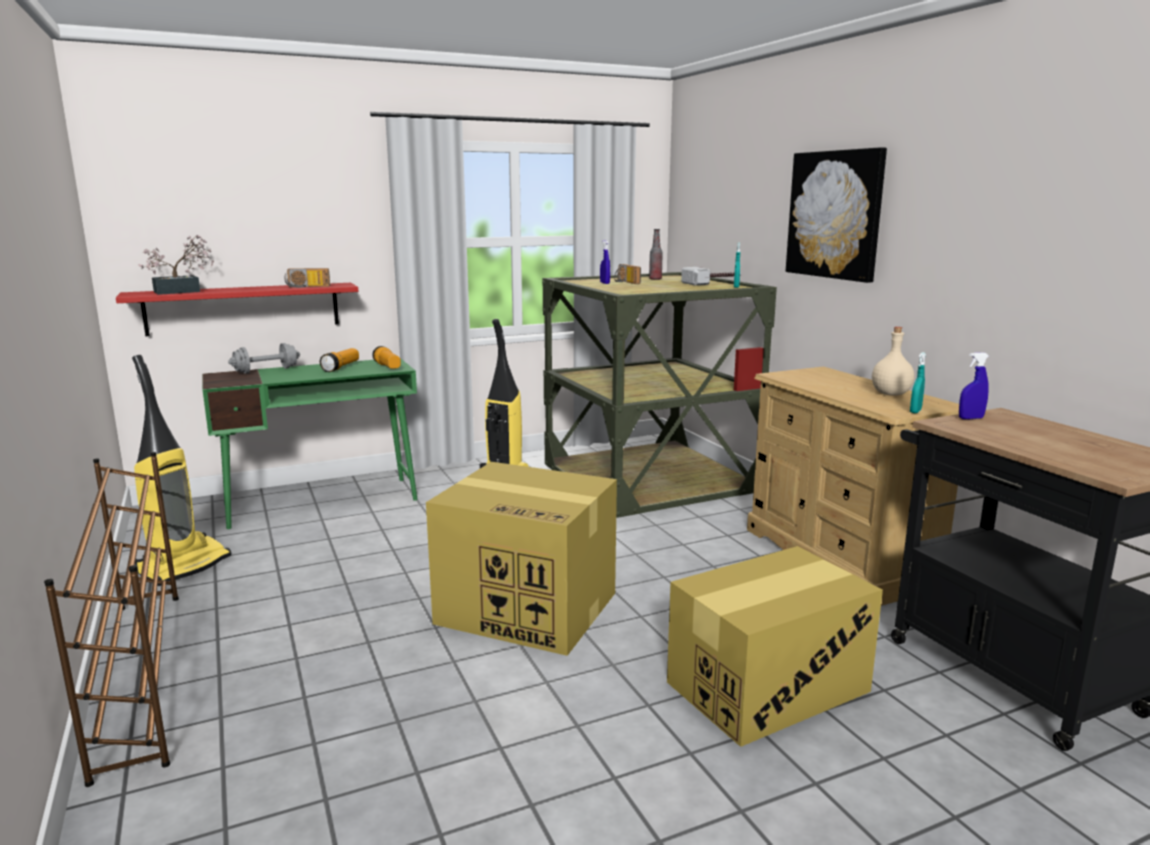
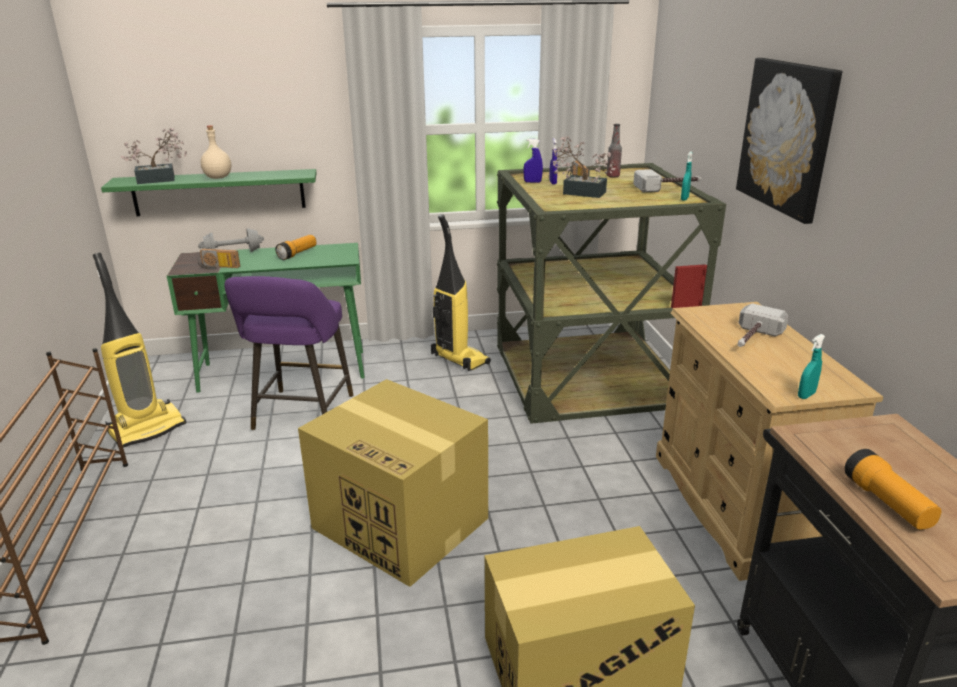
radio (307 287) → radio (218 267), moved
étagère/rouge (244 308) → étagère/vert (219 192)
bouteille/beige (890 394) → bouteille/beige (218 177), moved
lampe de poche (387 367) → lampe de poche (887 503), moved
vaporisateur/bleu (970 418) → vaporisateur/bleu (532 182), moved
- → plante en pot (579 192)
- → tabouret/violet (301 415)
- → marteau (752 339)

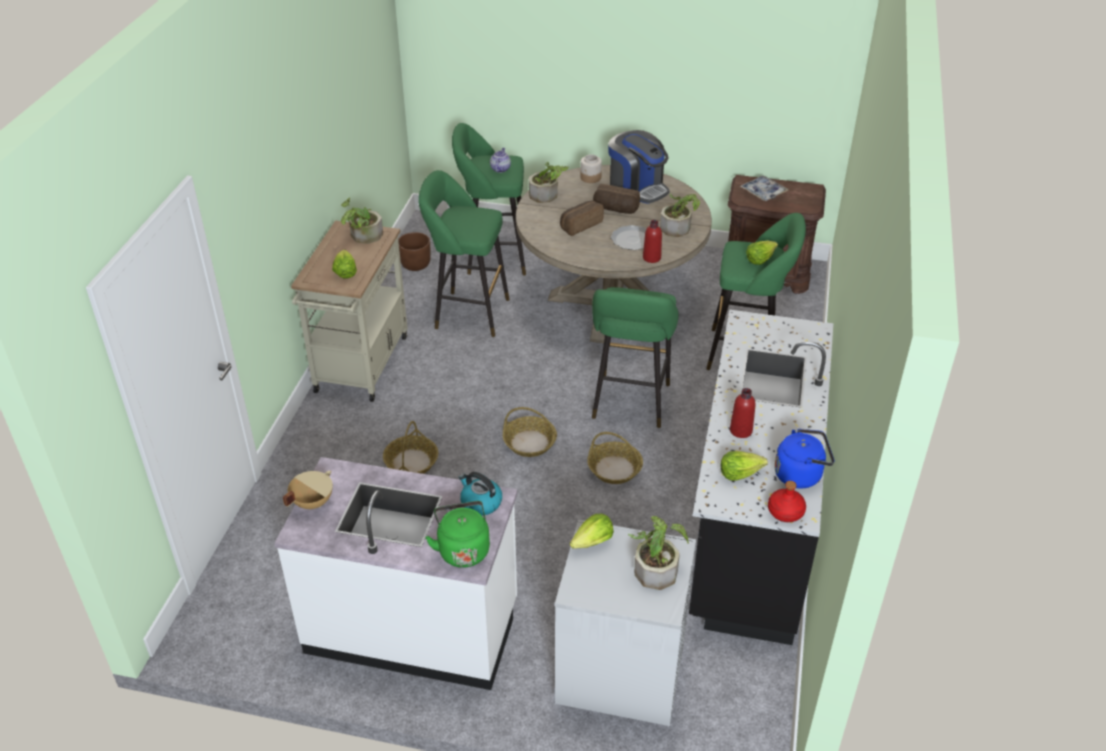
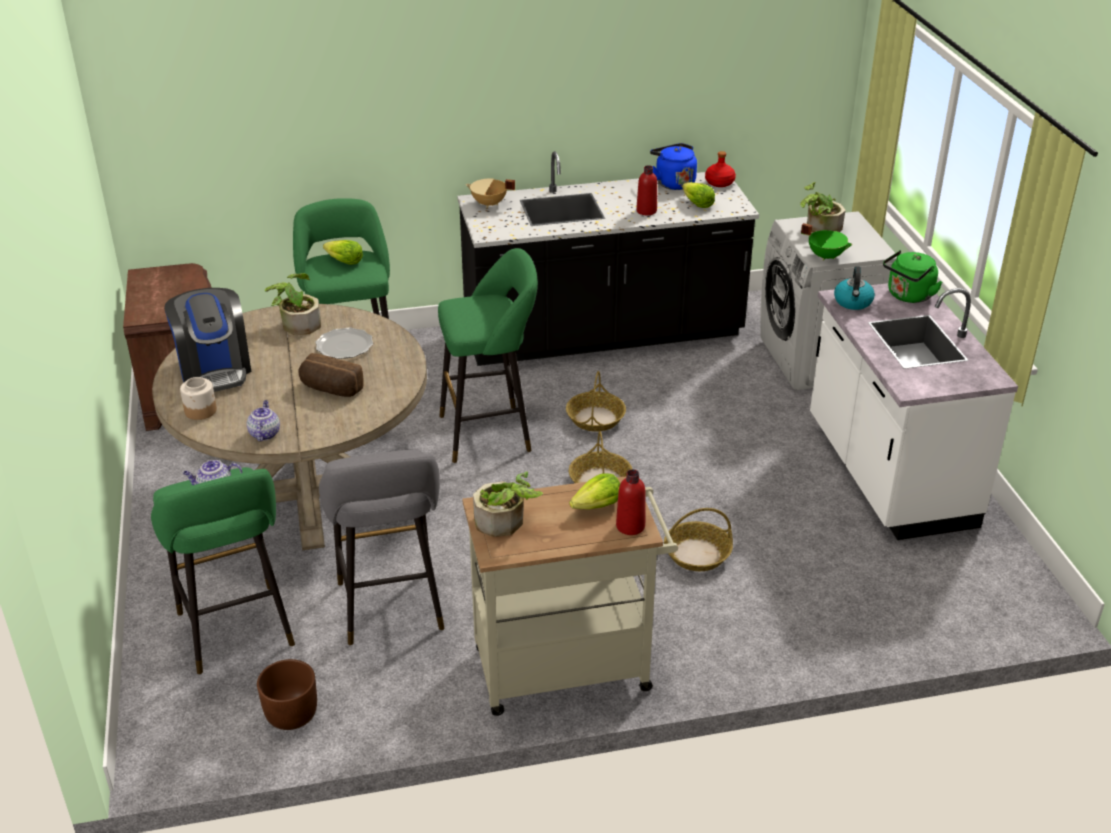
machine à café (637 188) → machine à café (215 369), 135 degrees clockwise
plante en pot (547 194) → théière (264 433)
tabouret/vert (467 313) → tabouret/gris (391 611)
plateau (763 192) → -
pain (615 209) → -
bouteille/rouge (651 258) → bouteille/rouge (630 526), moved
marmite/beige (312 502) → marmite/beige (489 204), moved
laitue (592 542) → marmite/vert (826 256)

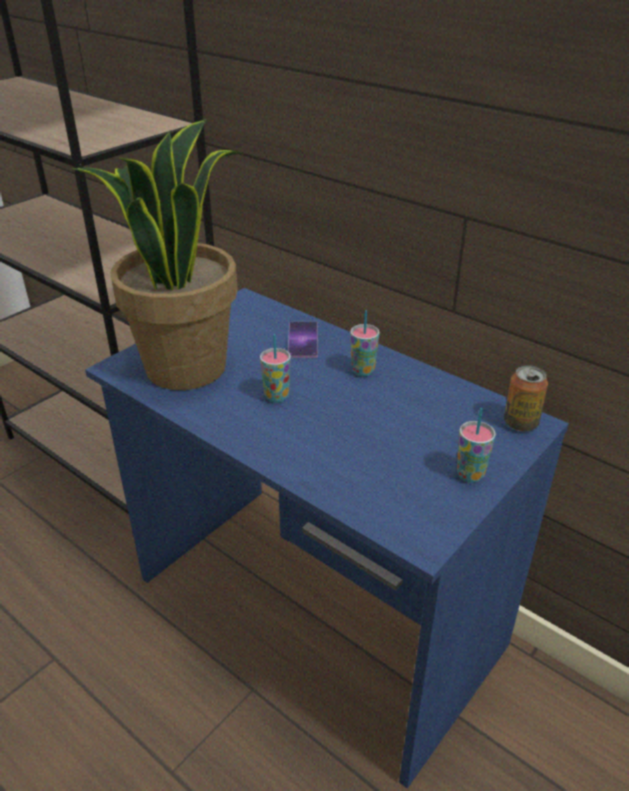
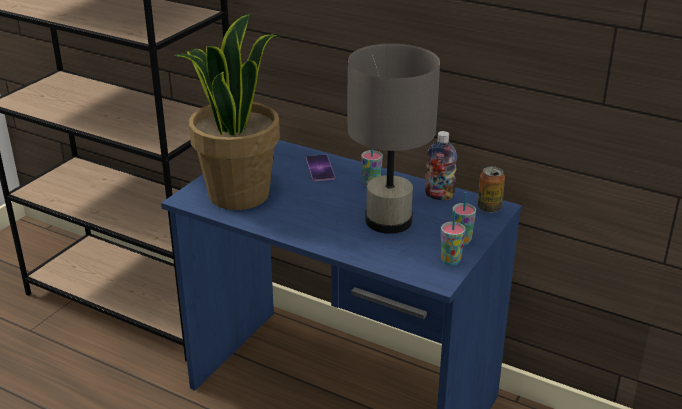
tasse (276 396) → tasse (450 261), moved
- → lampe de table/gris (389 220)
- → bouteille (439 196)

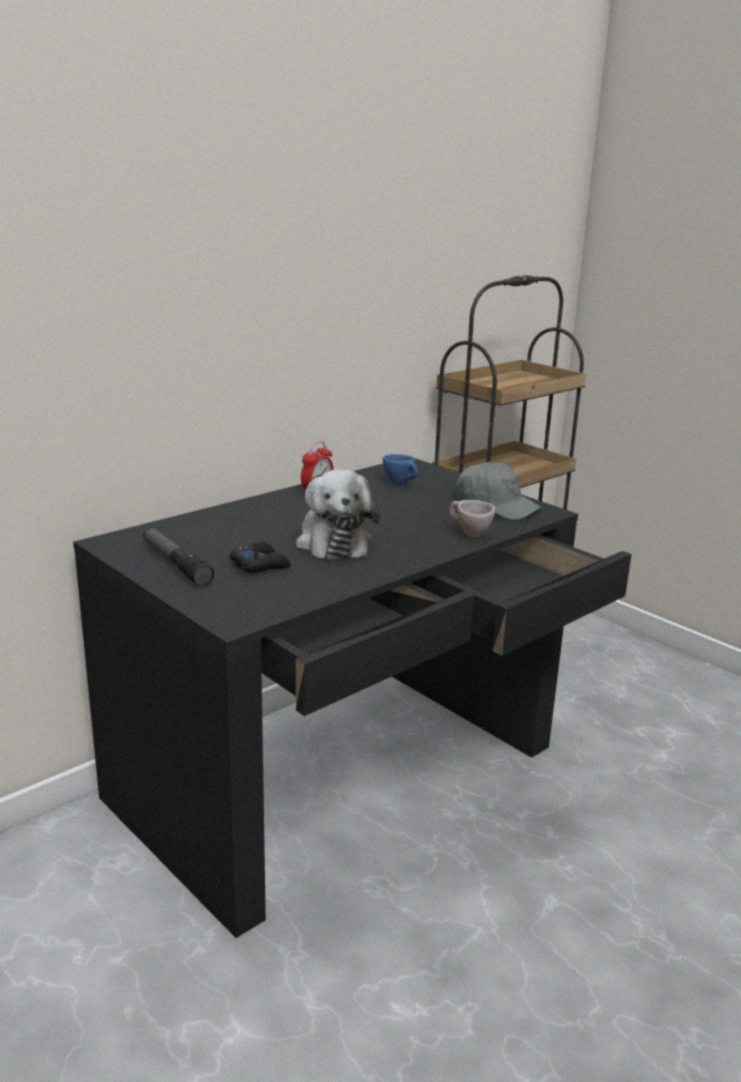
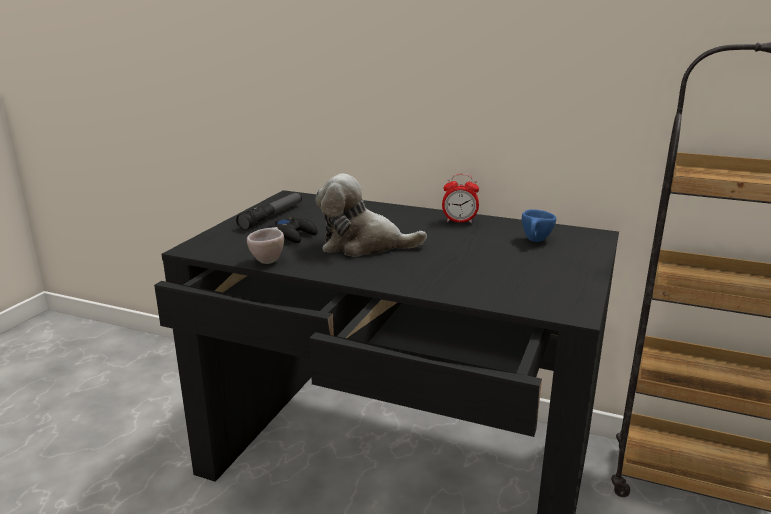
casquette/gris (496 505) → -
peluche (333 542) → peluche (363 245), 45 degrees clockwise
tasse/beige (468 533) → tasse/beige (269 259), moved

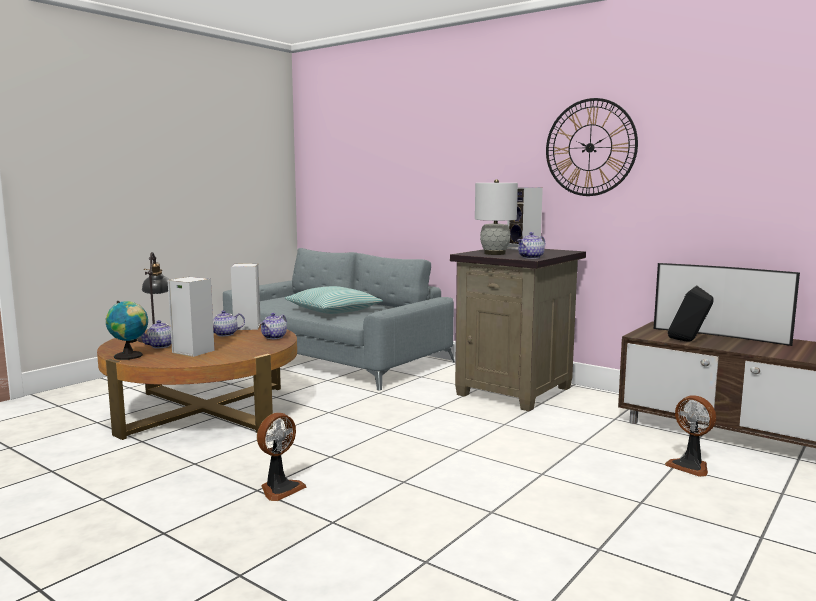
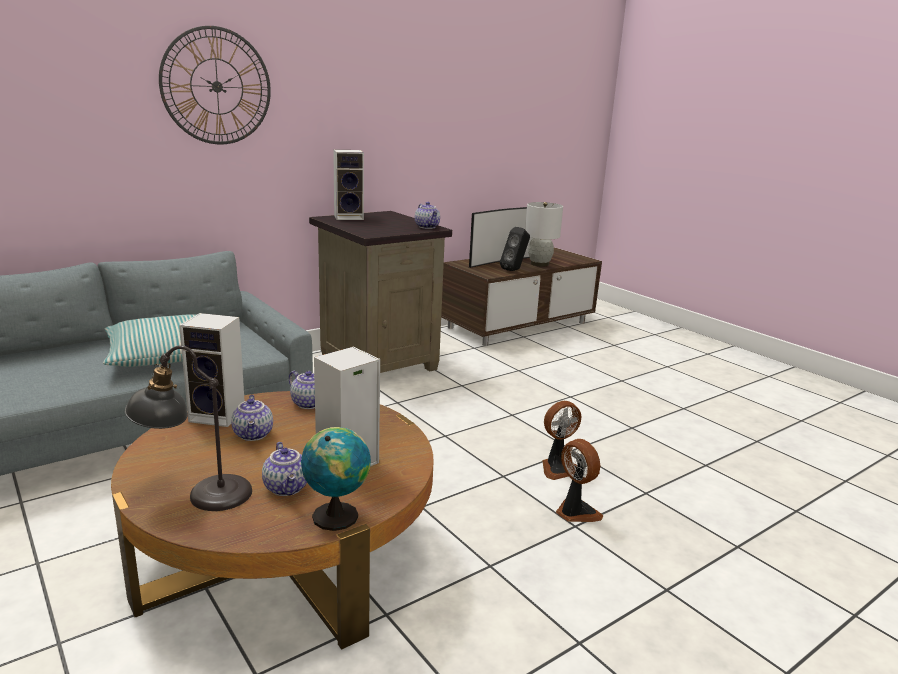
horloge murale (590 147) → horloge murale (217 86), moved
lampe de table/blanc (494 253) → lampe de table/blanc (539 264), moved
ventilateur (690 466) → ventilateur (558 468), moved

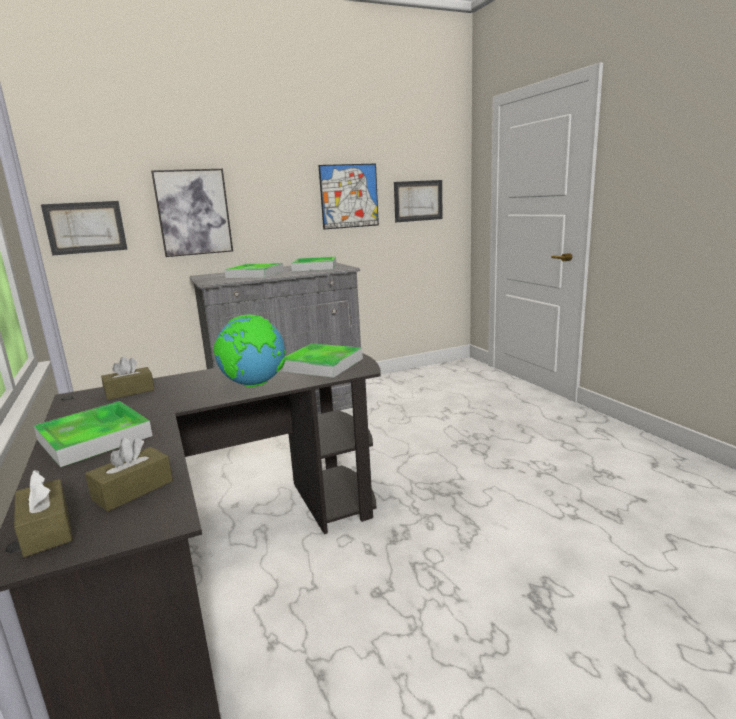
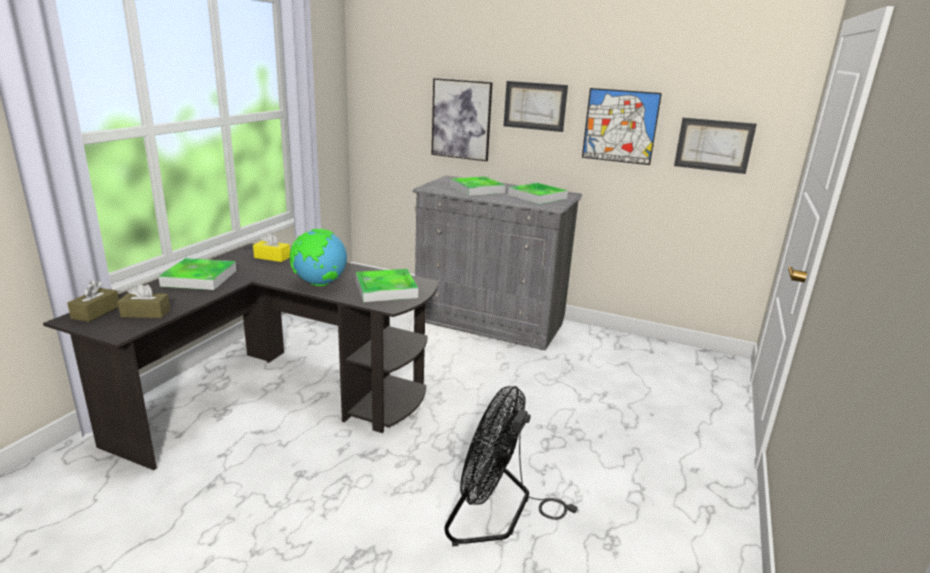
tableau (85 227) → tableau (535 106), moved
boîte à mouchoirs/marron (129 392) → boîte à mouchoirs/jaune (272 257)
- → ventilateur/noir (503 507)

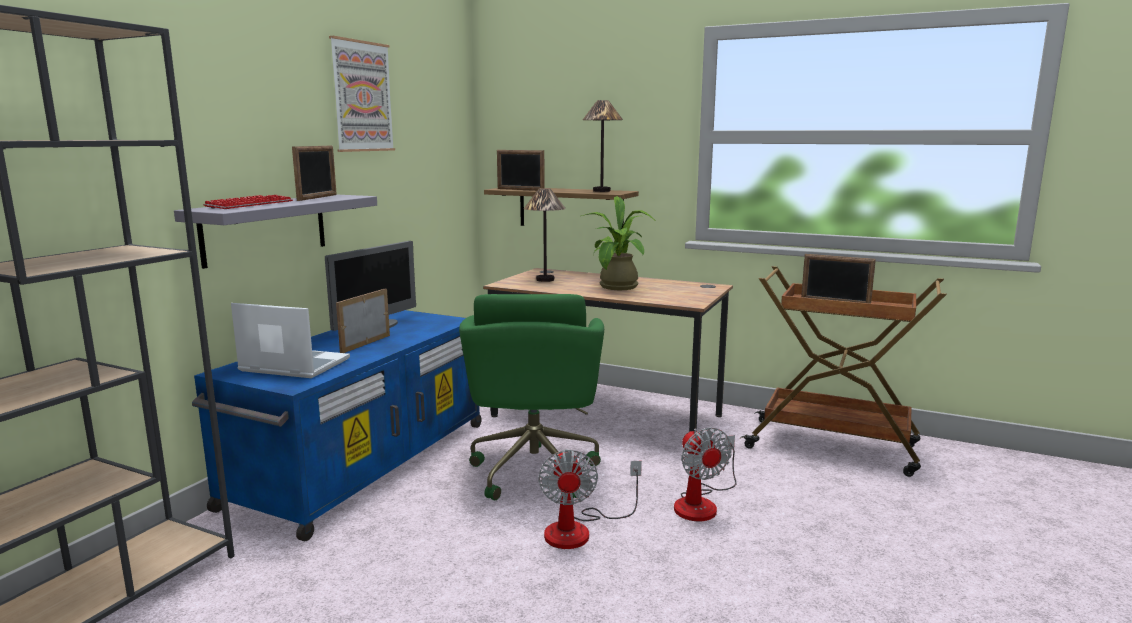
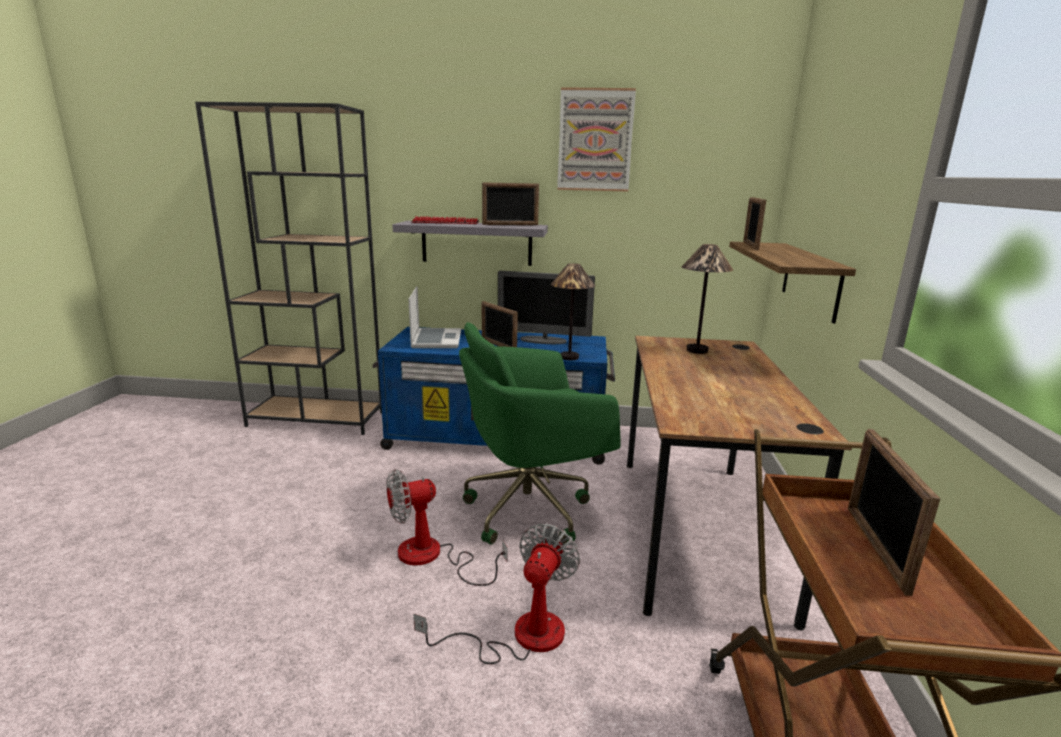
lampe de table (601 191) → lampe de table (569 357), moved
plante en pot (617 288) → -
cadre photo (365 344) → cadre photo (498 345), 135 degrees counterclockwise
ventilateur (702 503) → ventilateur (520 636), 150 degrees clockwise

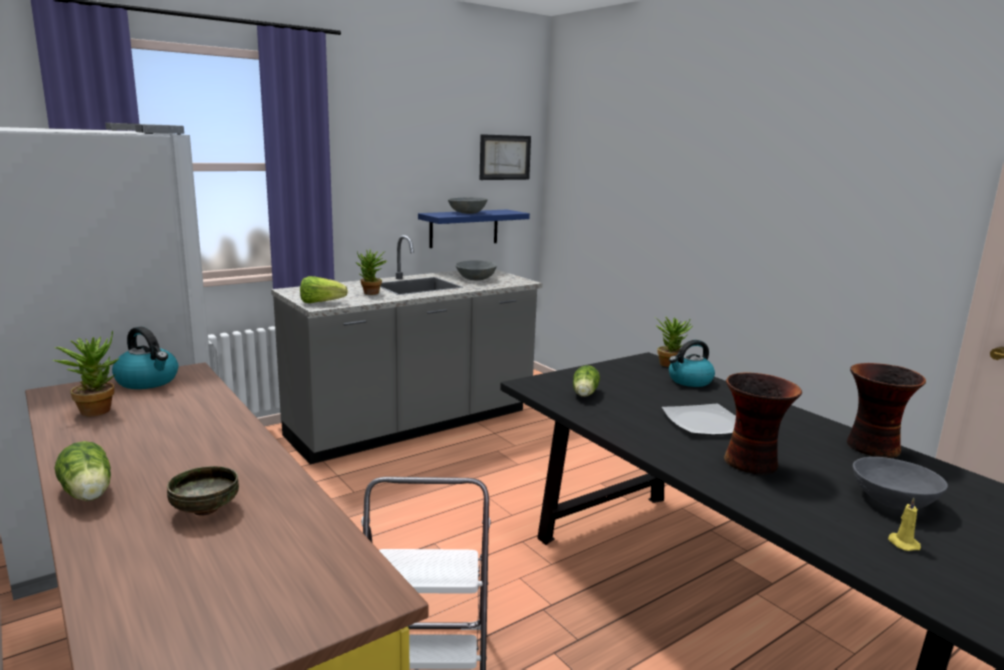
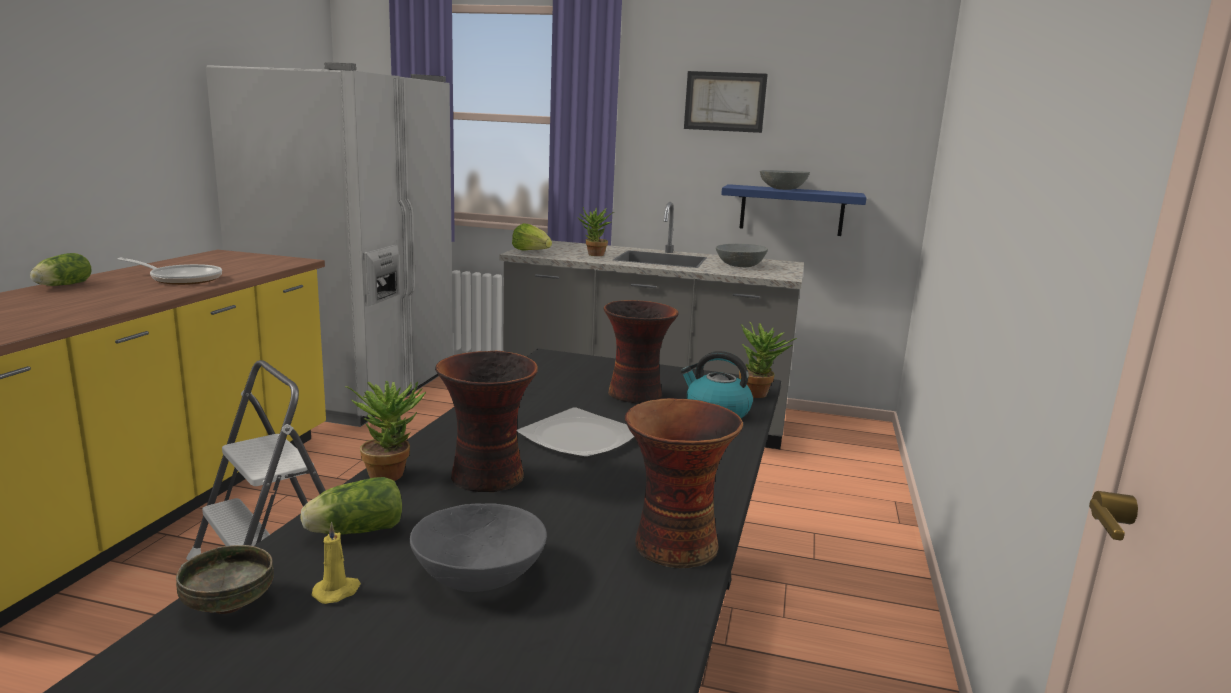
tableau (505 157) → tableau (725 101), moved
bouilloire (148 381) → -
plante en pot (95 409) → plante en pot (390 472), moved
laitue (584 394) → laitue (353 531), moved
bol (204 510) → bol (227 605), moved
- → poêle (182 279)
- → vase (637 395)

